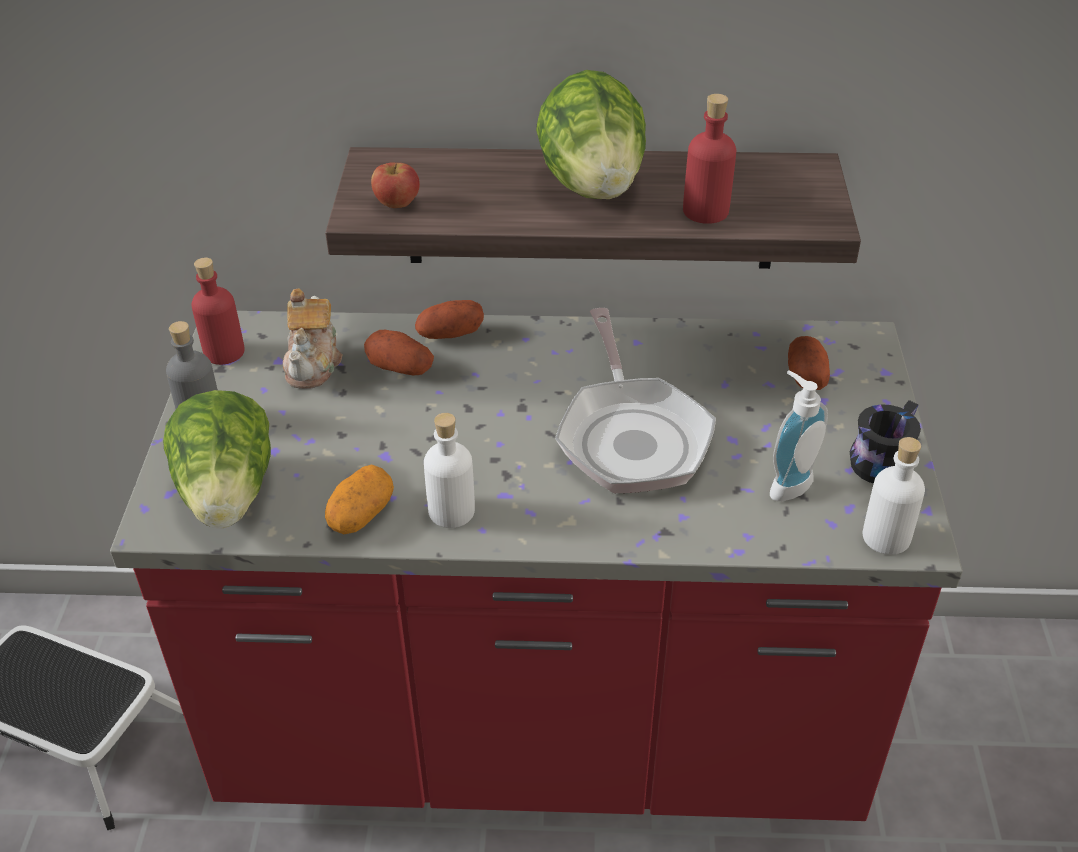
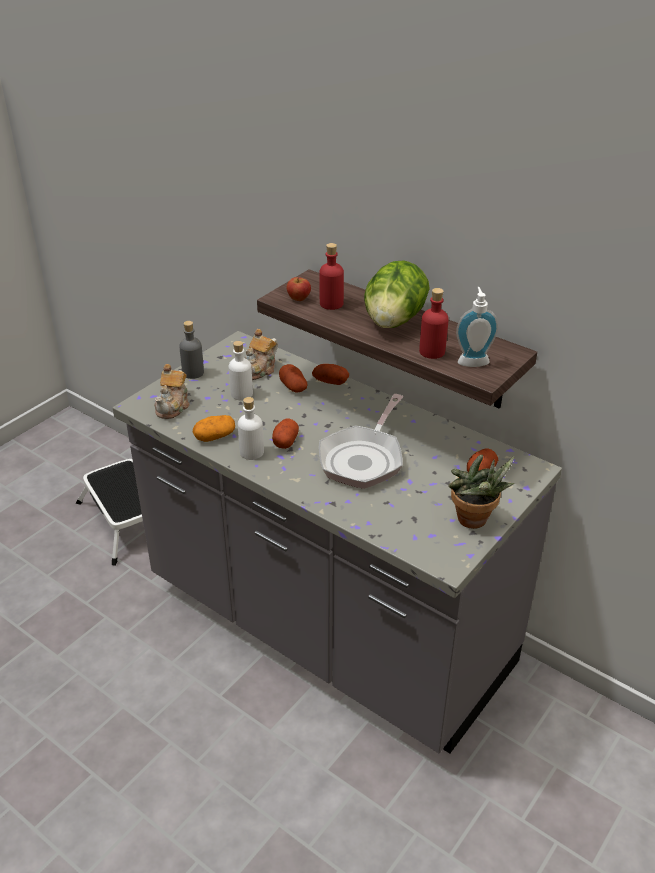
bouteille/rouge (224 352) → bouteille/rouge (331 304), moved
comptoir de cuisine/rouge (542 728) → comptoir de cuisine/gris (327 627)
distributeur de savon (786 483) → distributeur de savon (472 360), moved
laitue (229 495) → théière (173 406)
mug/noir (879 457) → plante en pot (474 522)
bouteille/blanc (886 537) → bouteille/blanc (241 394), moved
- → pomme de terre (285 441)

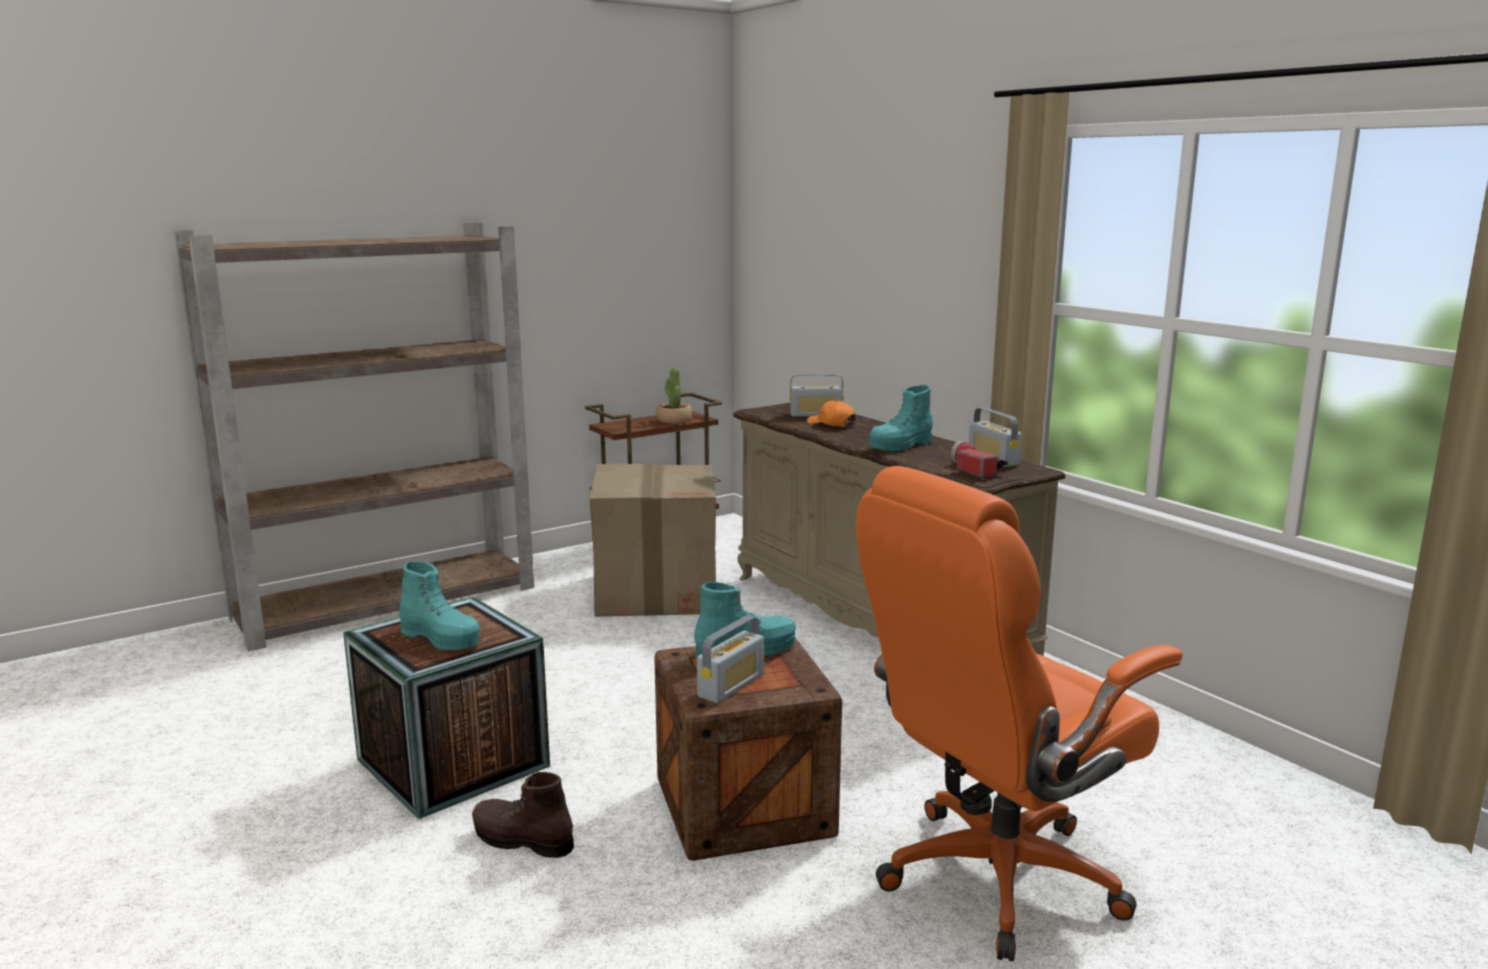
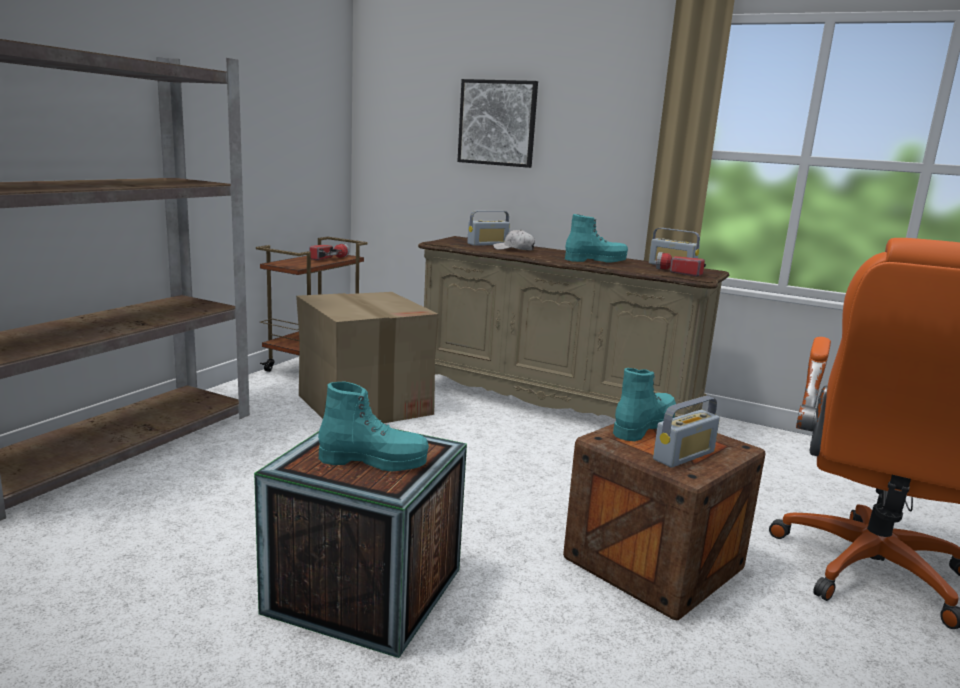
plante en pot (674 420) → lampe de poche (329 258)
botte/turquoise (901 445) → botte/turquoise (595 260), 120 degrees counterclockwise
casquette/orange (831 424) → casquette/blanc (514 249)
radio (731 685) → radio (684 455), 45 degrees clockwise
botte/marron (522 840) → -
- → tableau (497 123)

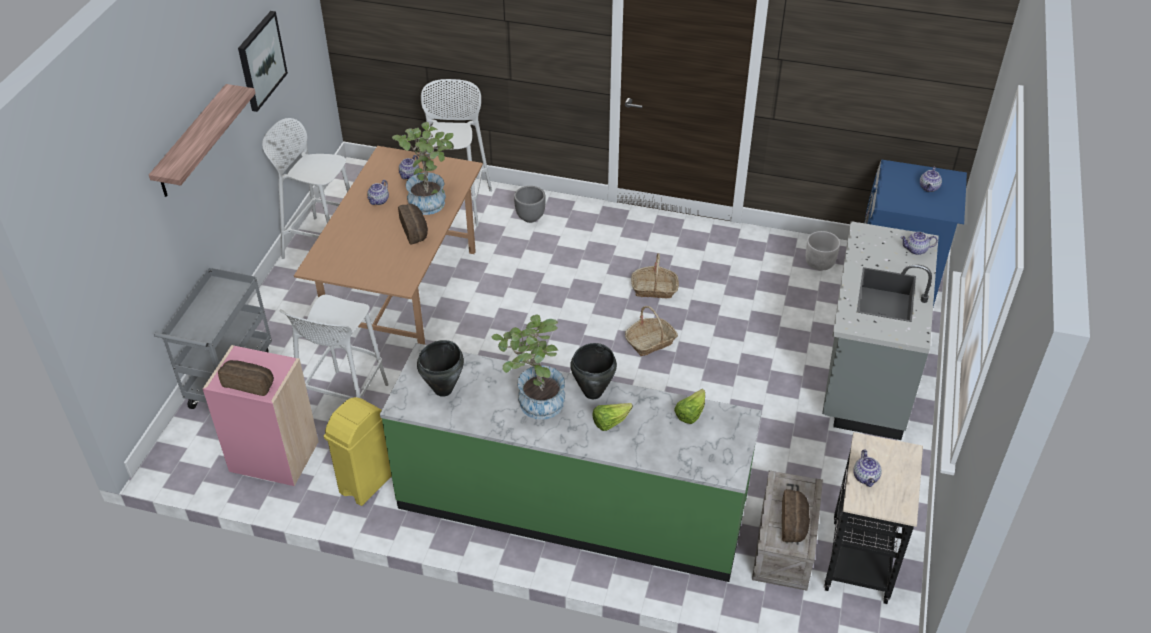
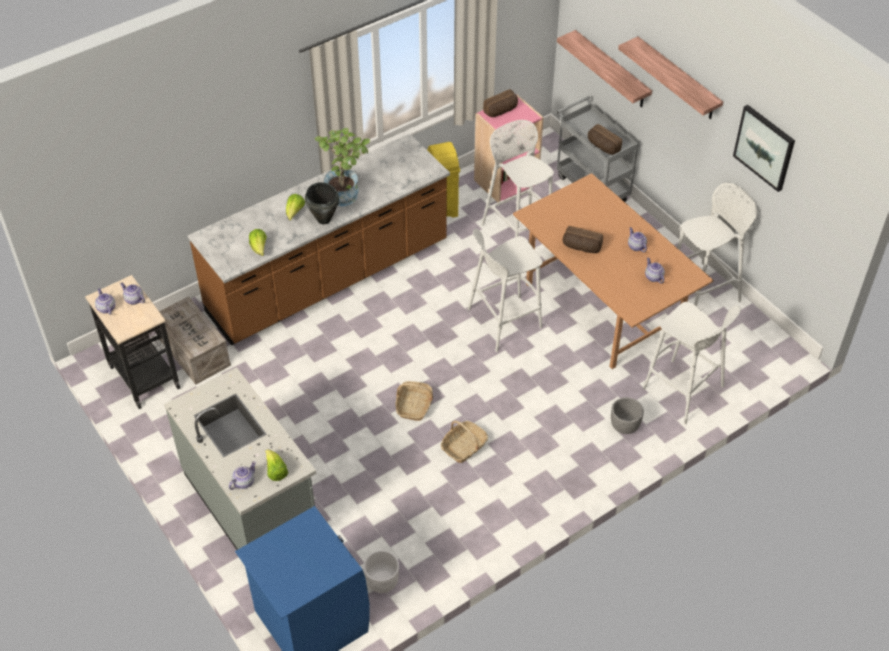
plante en pot (430 200) → -
théière (929 188) → théière (106 308), moved
marmite/noir (444 389) → -
comptoir de cuisine/vert (571 507) → comptoir de cuisine/marron (329 279)
pain (794 523) → pain (602 147), moved
- → étagère (611 70)
- → tabouret/blanc (504 321)
- → laitue (276 471)

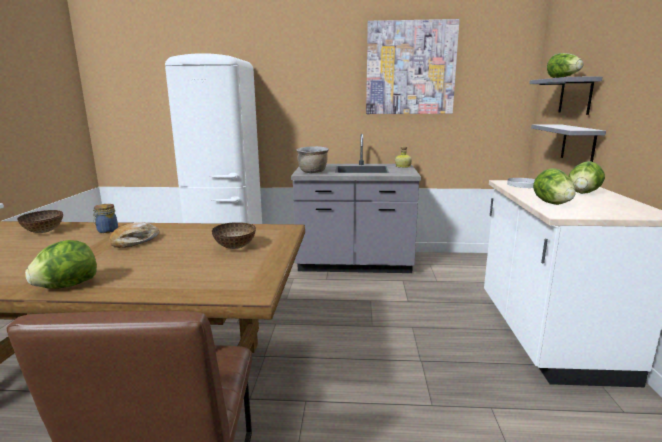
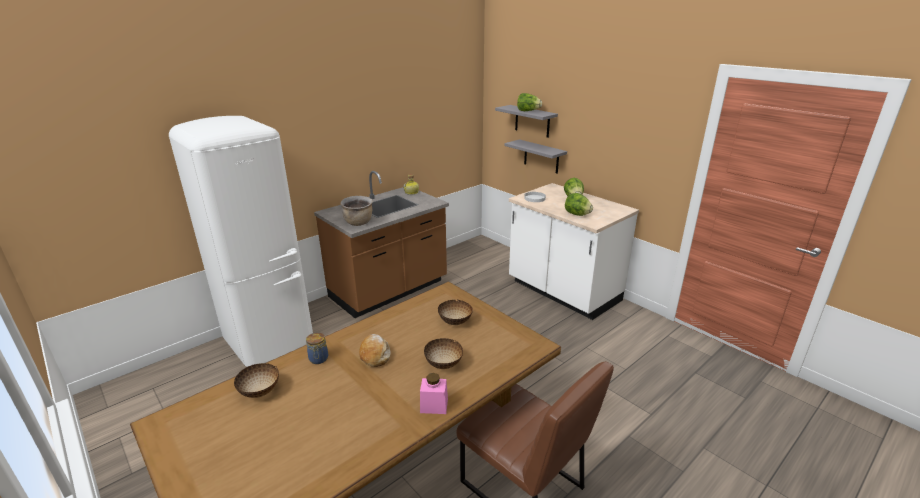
tableau (410 68) → -
comptoir de cuisine/gris (354 264) → comptoir de cuisine/marron (389 290)
laitue (67 286) → bocal/rose (434 406)
- → bol (444 364)

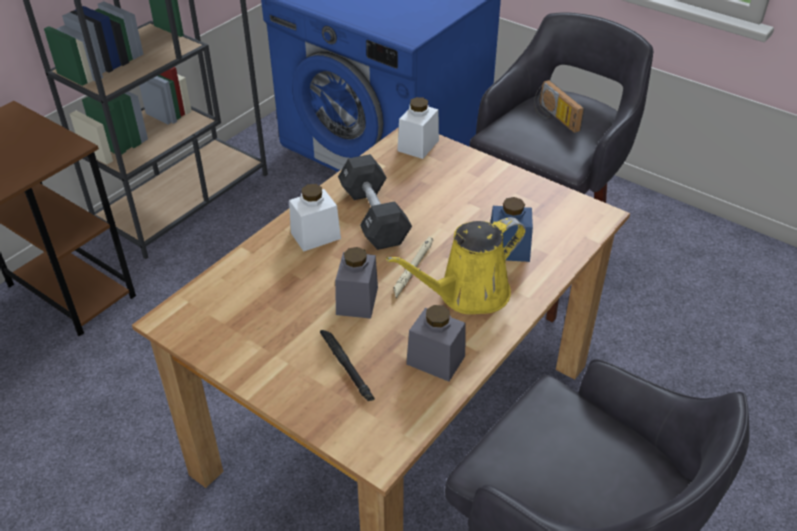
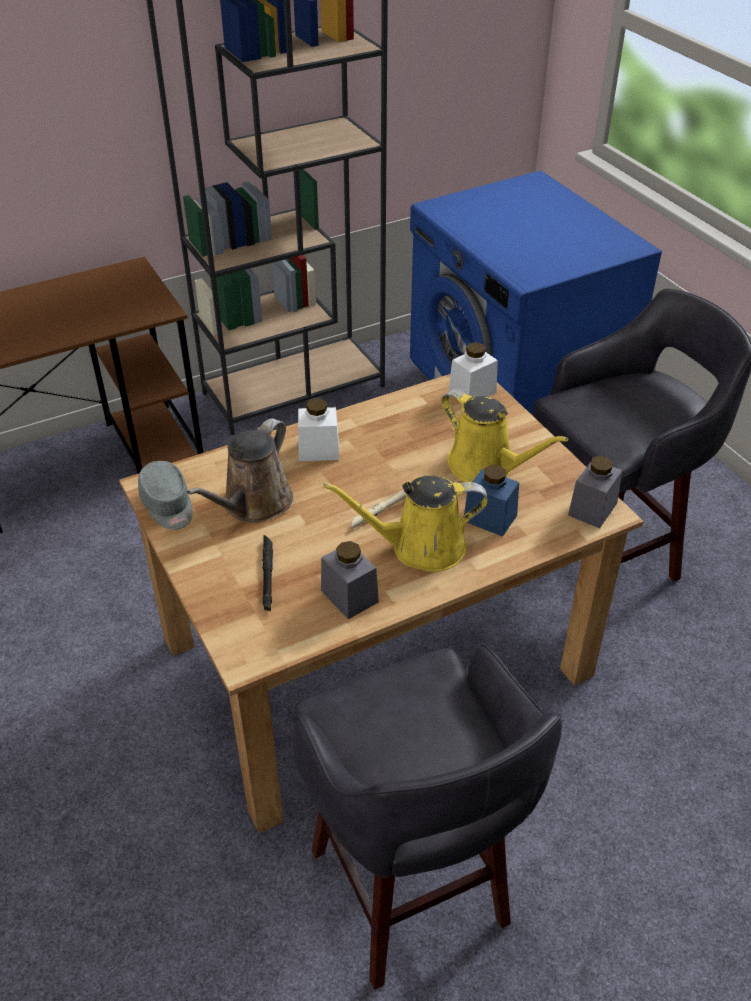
radio (553 118) → -
haltère/noir (374 216) → -
bocal/gris (357 301) → bocal/gris (592 509), moved
- → arrosoir/jaune (486 466)
- → arrosoir/marron (253 504)
- → casquette/gris (168 506)

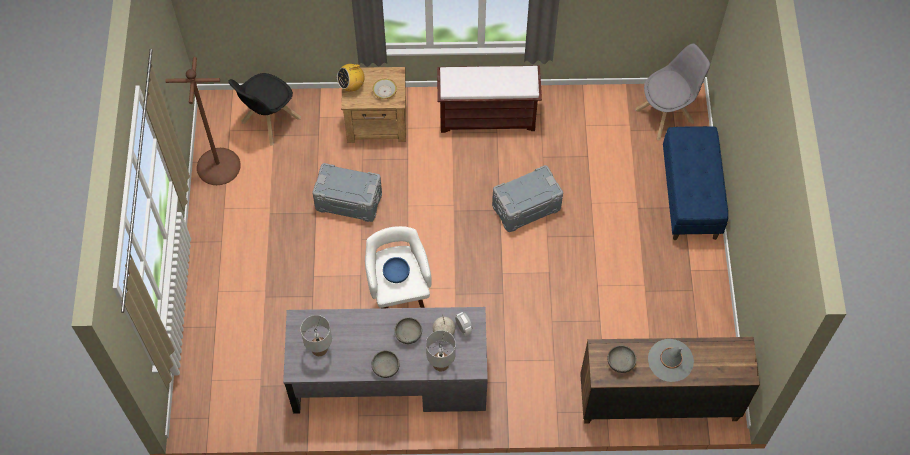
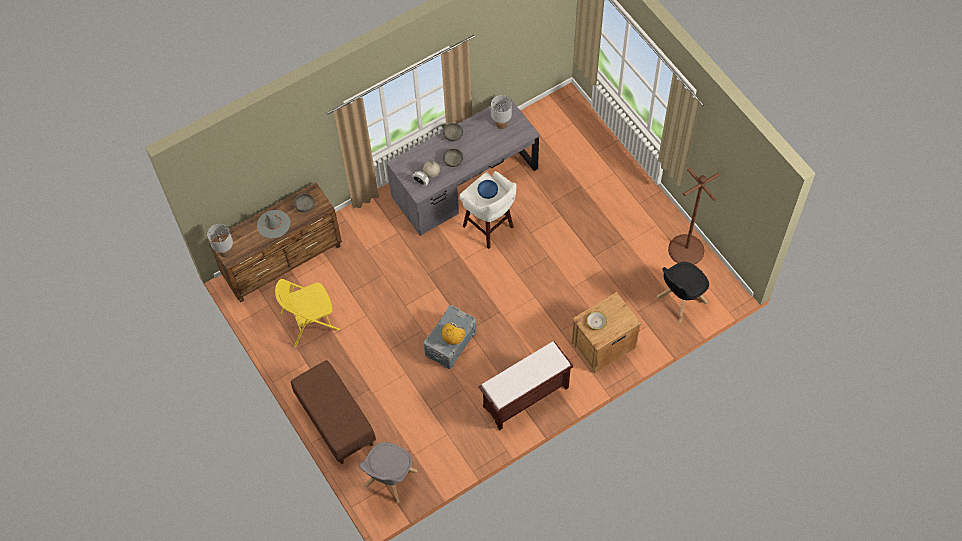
radio (351 86) → radio (453 338), moved
chaise/noir (269 122) → chaise/noir (680 301), 135 degrees counterclockwise
banc/bleu (690 196) → banc/marron (335 420)
boîte de rangement/gris (349 200) → -
lampe de table/gris (440 363) → lampe de table/gris (225 252), moved
- → chaise/jaune (310 321)

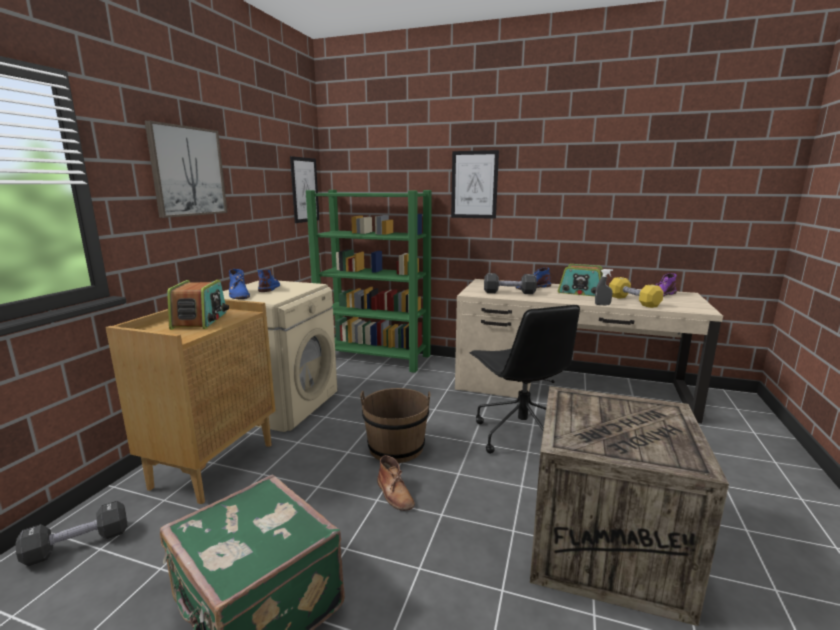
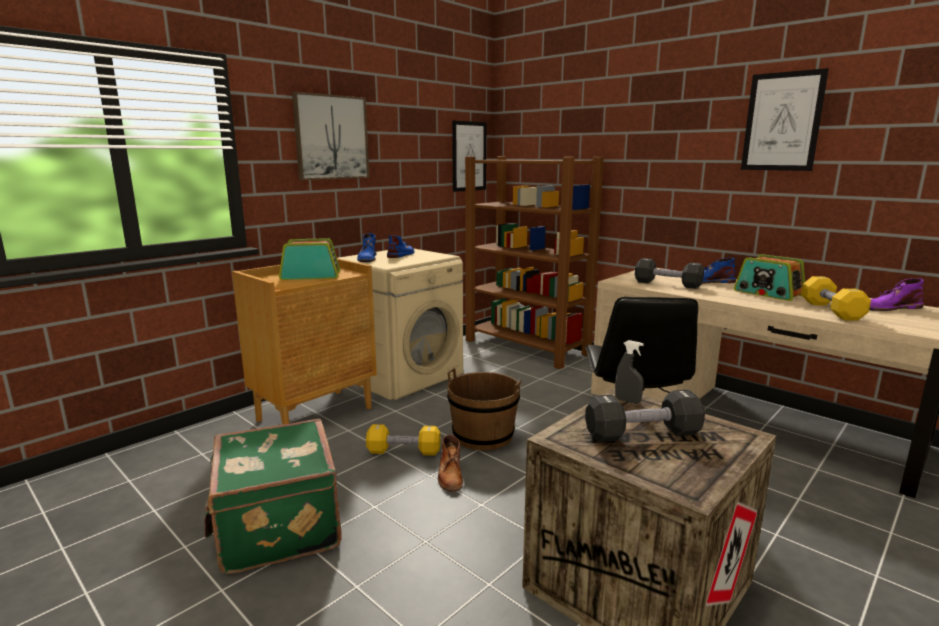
tableau (474 185) → tableau (782 122), moved
bibliothèque/vert (374 357) → bibliothèque/marron (526 347)
vaporisateur/gris (602 305) → vaporisateur/gris (627 401), moved
radio (200 320) → radio (310 275), 120 degrees counterclockwise
haltère/noir (78 545) → haltère/noir (642 434), moved
- → haltère/jaune (404 451)

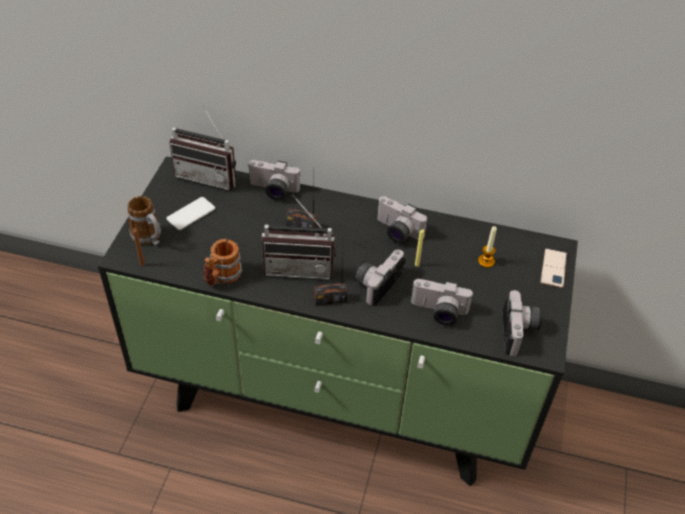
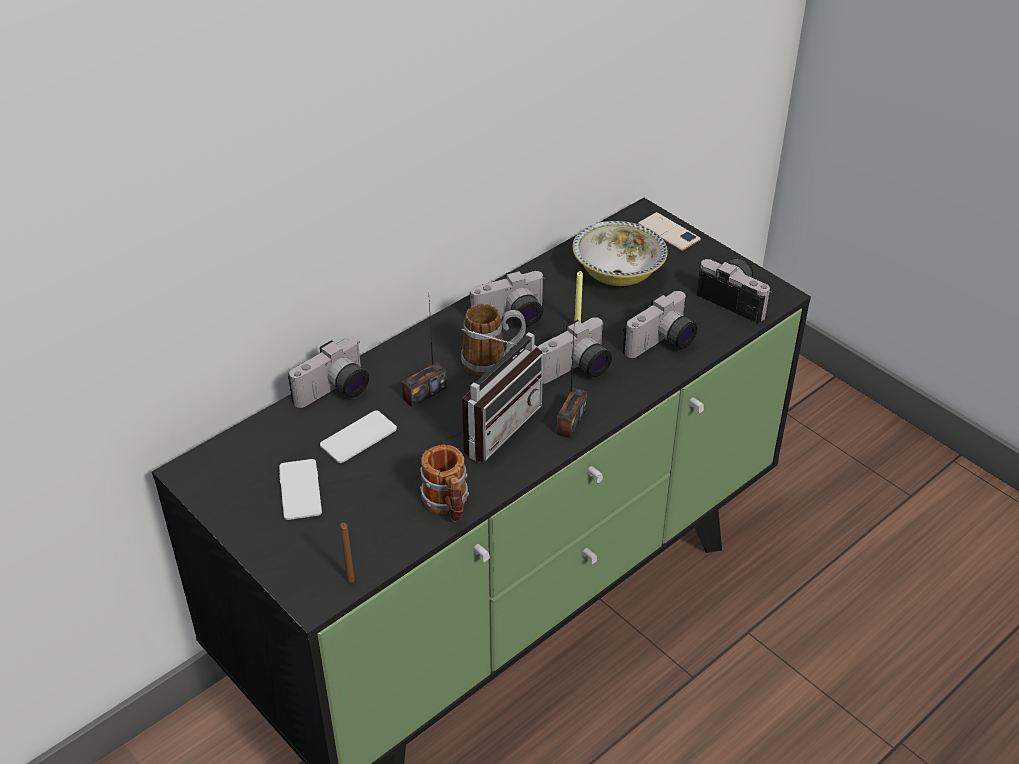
radio (209 175) → -
mug (149 238) → mug (493 361), moved
bougie (486 261) → bol (618 273)
appareil photo (376 282) → appareil photo (576 371), 105 degrees counterclockwise
- → téléphone (358 438)

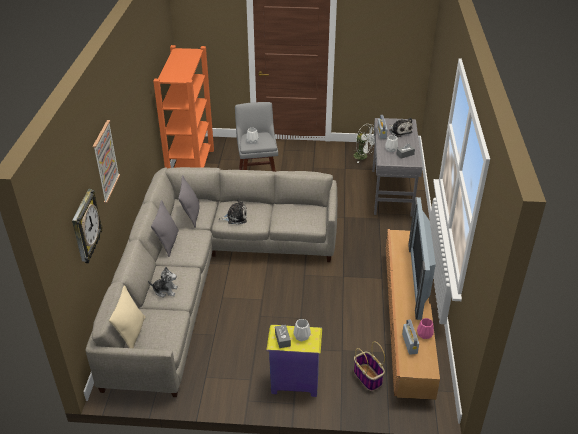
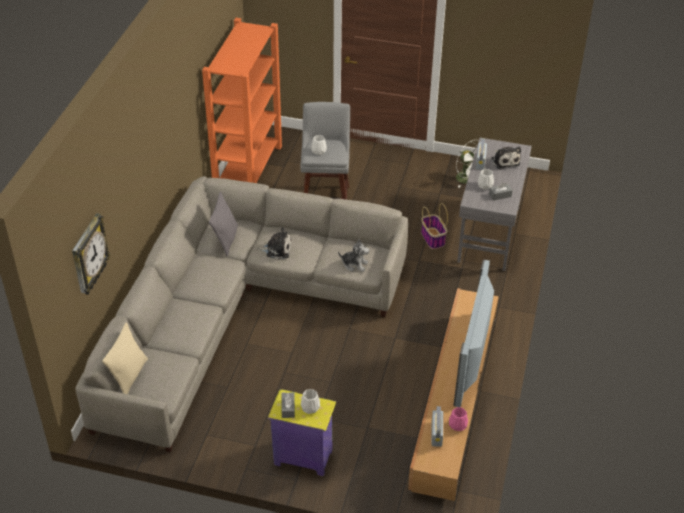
tableau (105 161) → -
coussin/gris (168 243) → -
peluche (165 290) → peluche (354 264), moved
panier (368 377) → panier (433 239), moved

